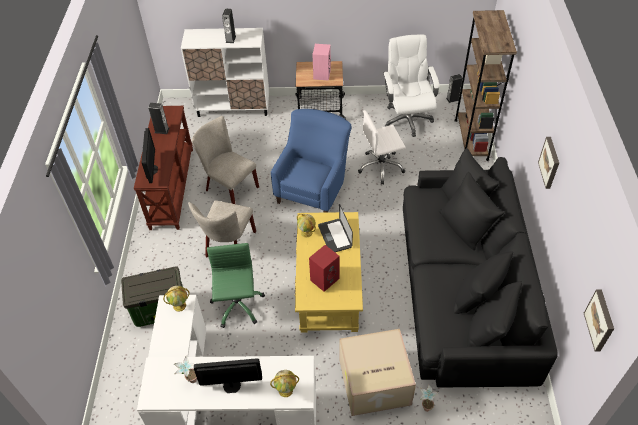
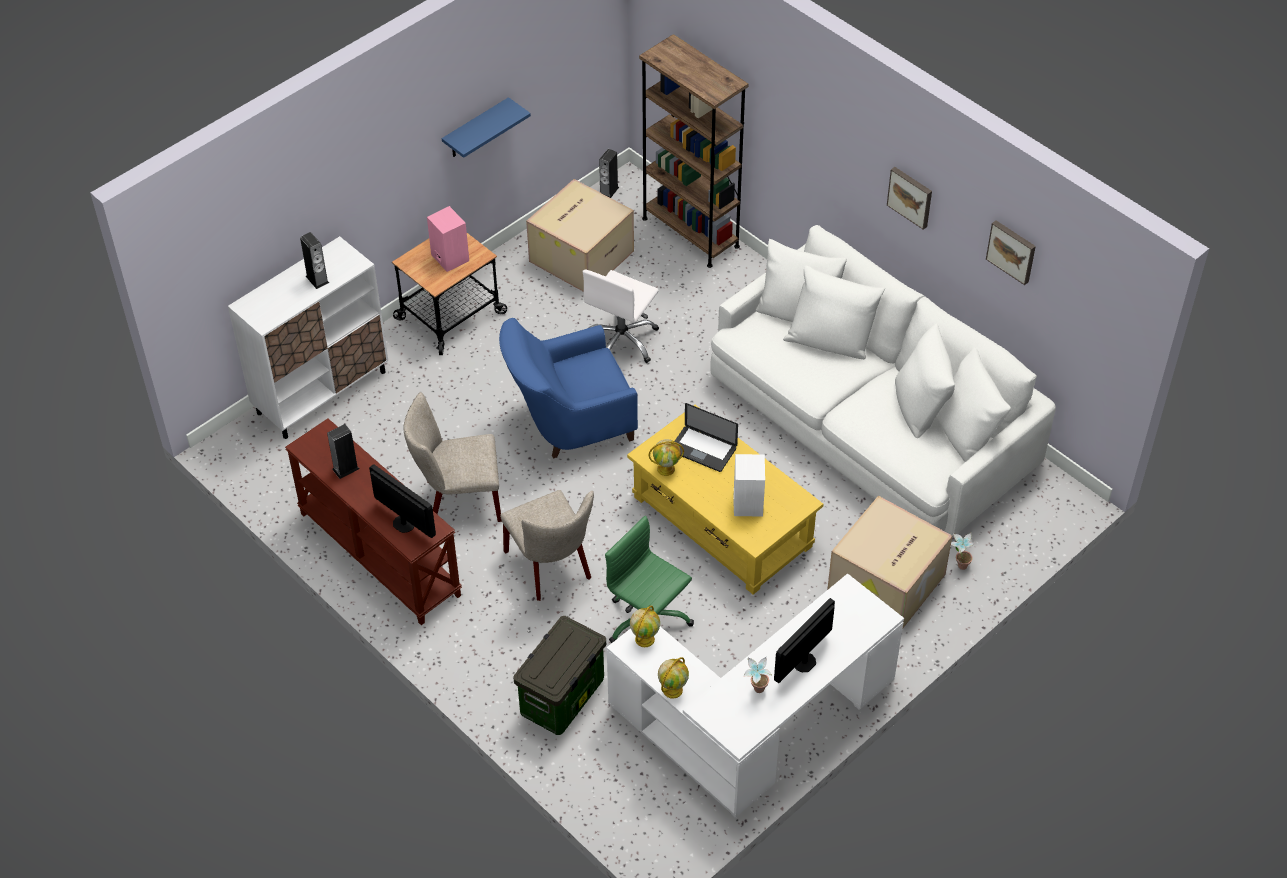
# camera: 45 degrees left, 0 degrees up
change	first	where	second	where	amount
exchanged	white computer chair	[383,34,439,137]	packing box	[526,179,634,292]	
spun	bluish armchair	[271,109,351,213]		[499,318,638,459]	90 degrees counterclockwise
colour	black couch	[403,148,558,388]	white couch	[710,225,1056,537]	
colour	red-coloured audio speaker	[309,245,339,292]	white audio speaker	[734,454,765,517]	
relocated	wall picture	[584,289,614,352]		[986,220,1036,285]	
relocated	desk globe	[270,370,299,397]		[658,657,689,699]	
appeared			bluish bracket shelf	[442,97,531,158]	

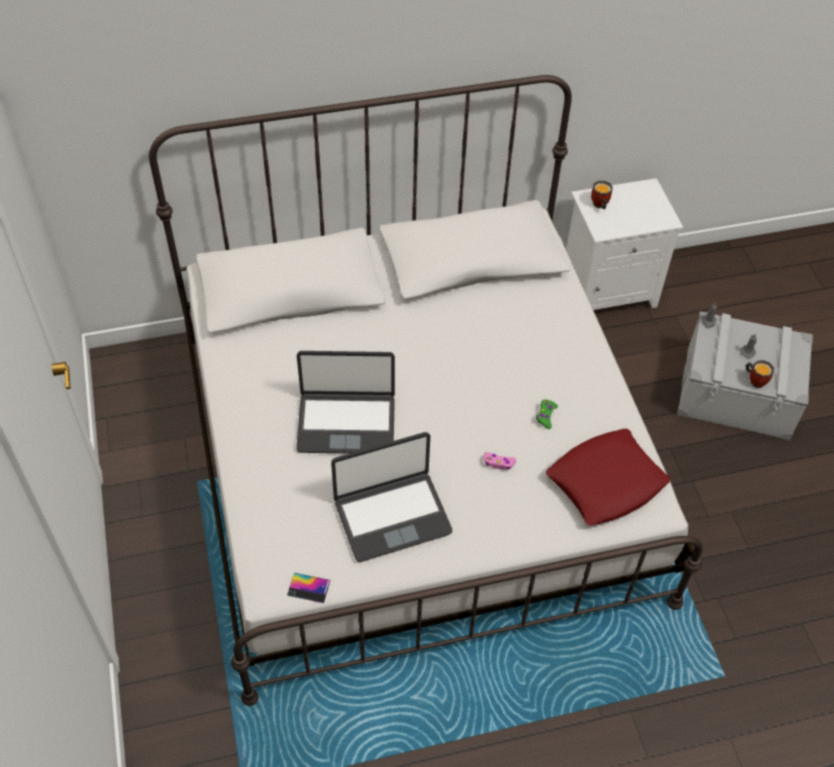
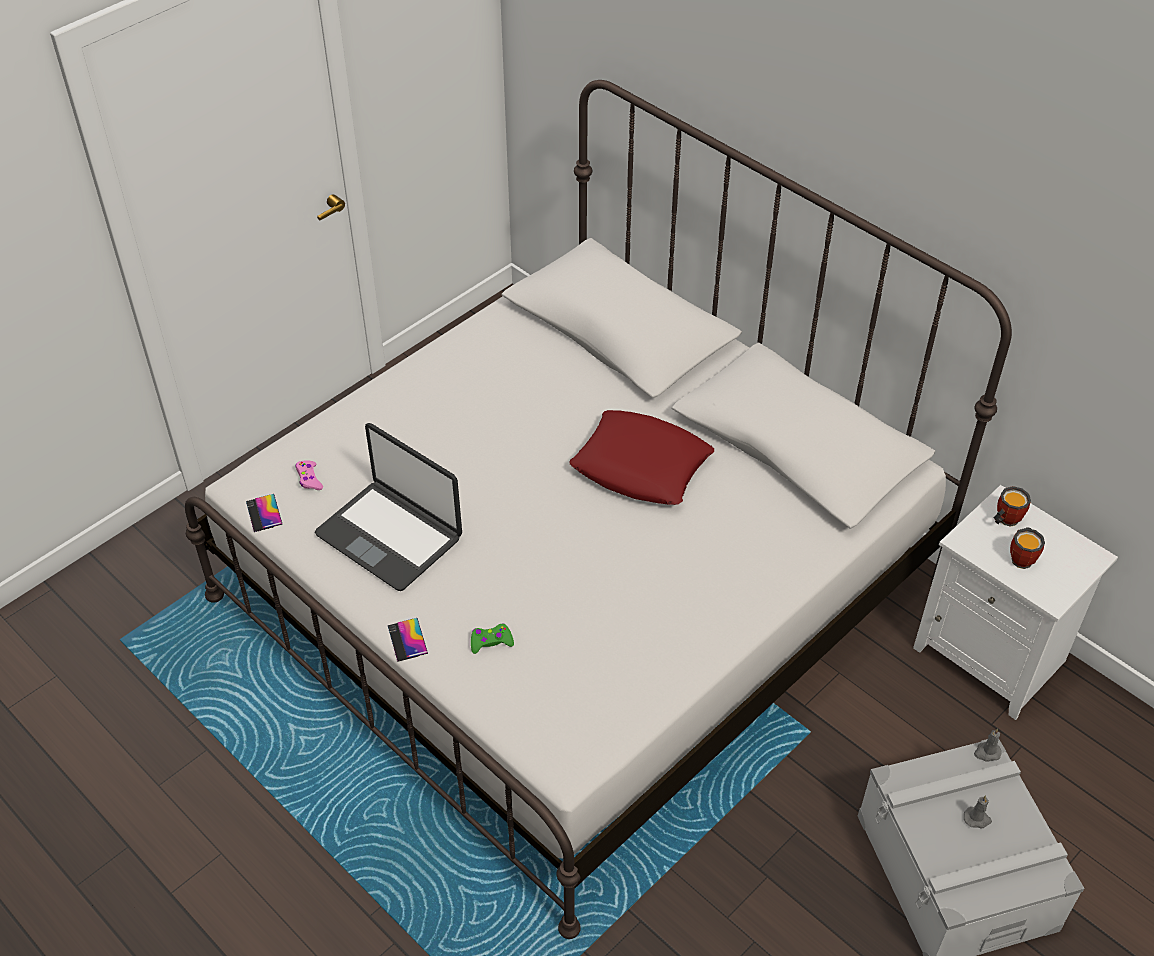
# camera: 60 degrees right, 5 degrees down
change	first	where	second	where	amount
missing	portable computer	[296,351,395,453]			
relocated	mug	[745,360,774,388]		[1010,527,1045,569]	
relocated	green joypad	[536,399,558,429]		[471,624,514,654]	
relocated	red-coloured cushion	[546,429,670,525]		[569,410,714,505]	
relocated	pink-coloured joypad	[484,452,516,470]		[296,460,323,490]	
appeared			phone	[388,618,428,662]	

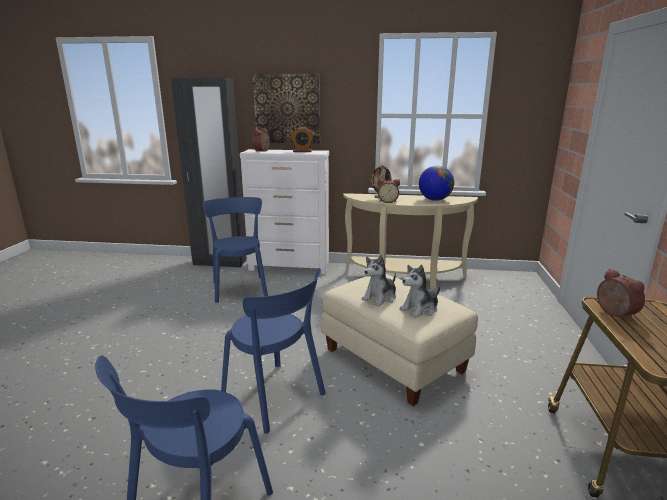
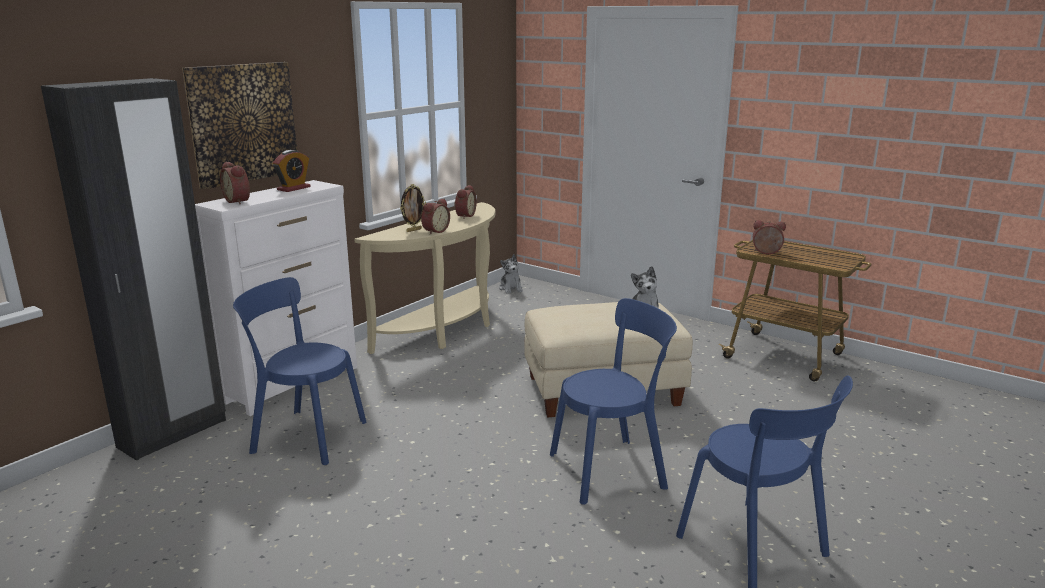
# camera: 60 degrees left, 0 degrees up
change	first	where	second	where	amount
exchanged	desk globe	[419,166,454,201]	alarm clock	[454,185,477,219]	
relocated	soft toy	[362,255,396,306]		[499,254,523,293]	

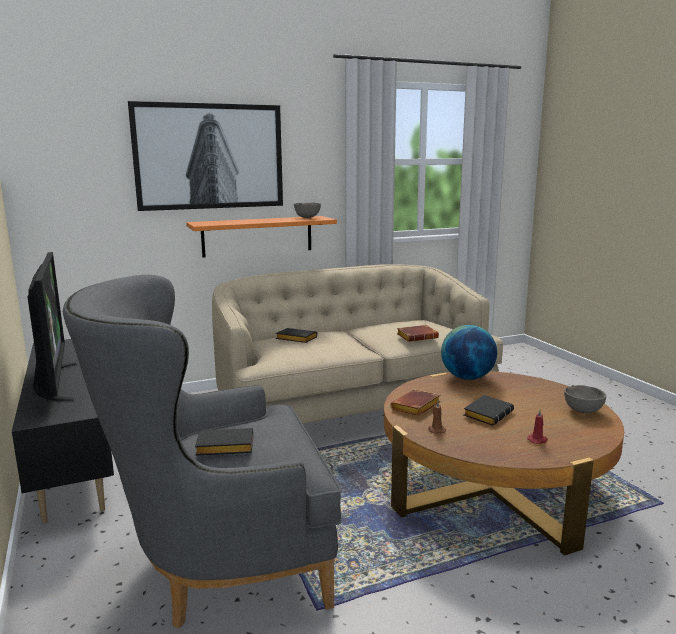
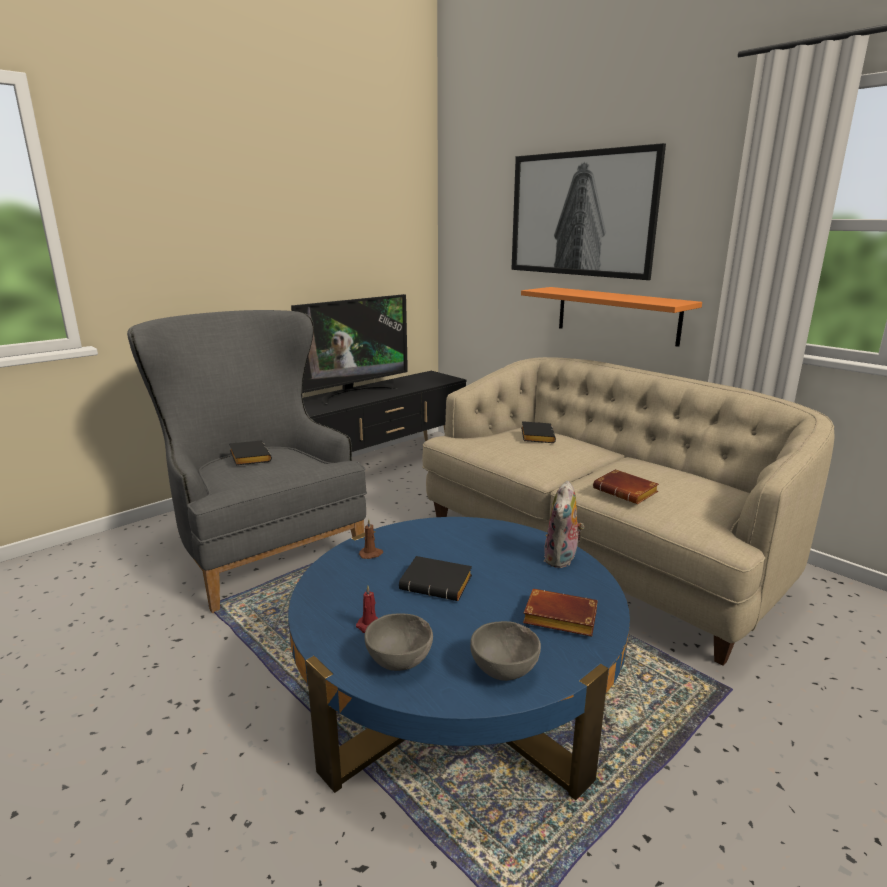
# camera: 70 degrees right, 5 degrees up
change	first	where	second	where	amount
relocated	gray serving bowl	[294,203,321,218]		[364,613,433,671]	
exchanged	desk globe	[441,325,497,380]	soft toy	[544,481,584,568]	
colour	brown low table	[384,371,624,556]	bluish low table	[288,517,630,800]	
relocated	brown volume	[391,390,440,416]		[523,589,598,637]	

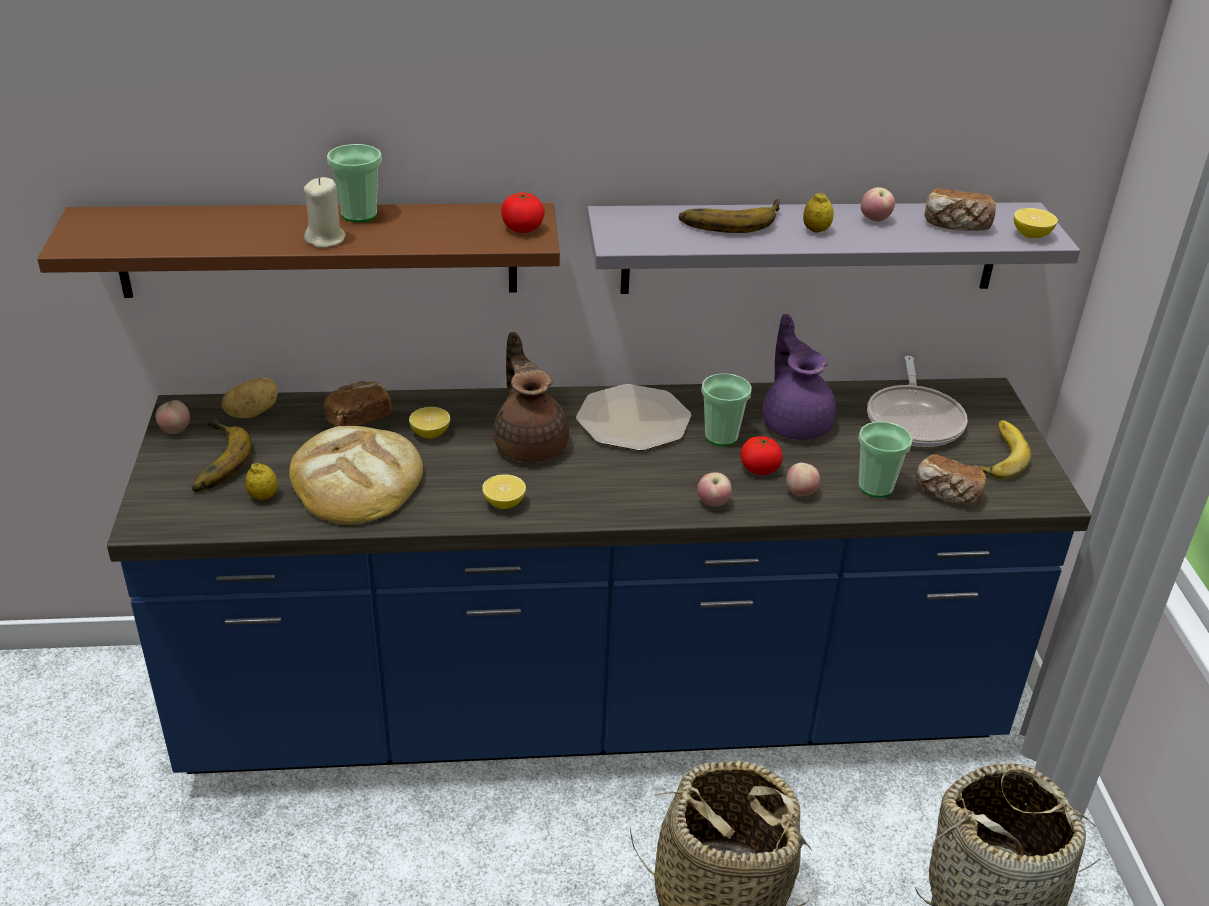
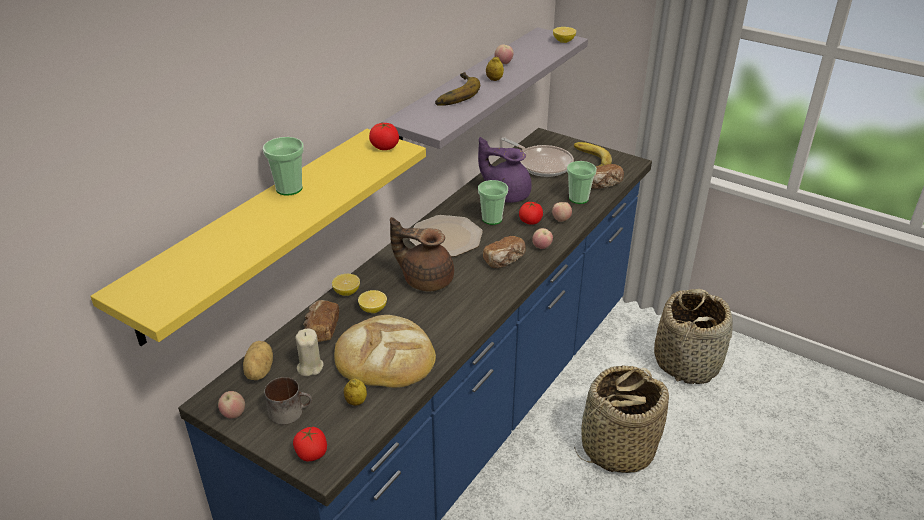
# camera: 50 degrees left, 0 degrees up
change	first	where	second	where	amount
relocated	beige-coloured candle	[304,177,346,248]		[295,329,324,376]	
relocated	baked bread	[925,188,996,231]		[483,236,526,268]	
colour	brown bracket shelf	[37,203,560,298]	yellowish bracket shelf	[90,129,426,346]	
exchanged	banana fruit	[192,419,252,492]	mug	[264,377,312,425]	
relocated	citrus fruit	[482,474,526,509]		[332,274,360,296]	
appeared			whole tomato	[293,427,327,461]	

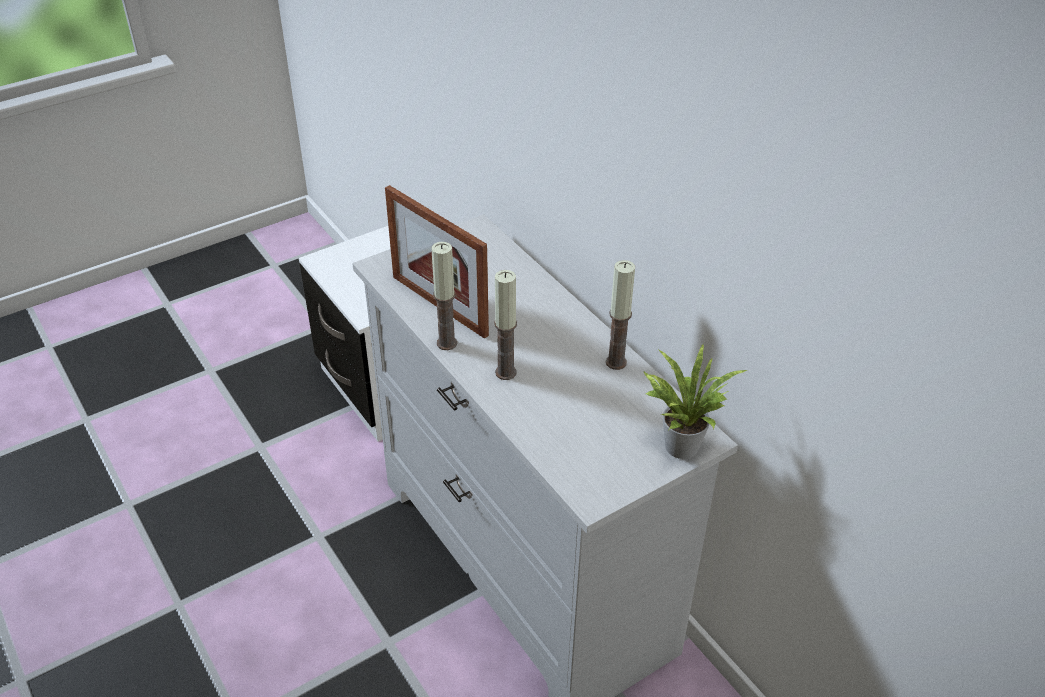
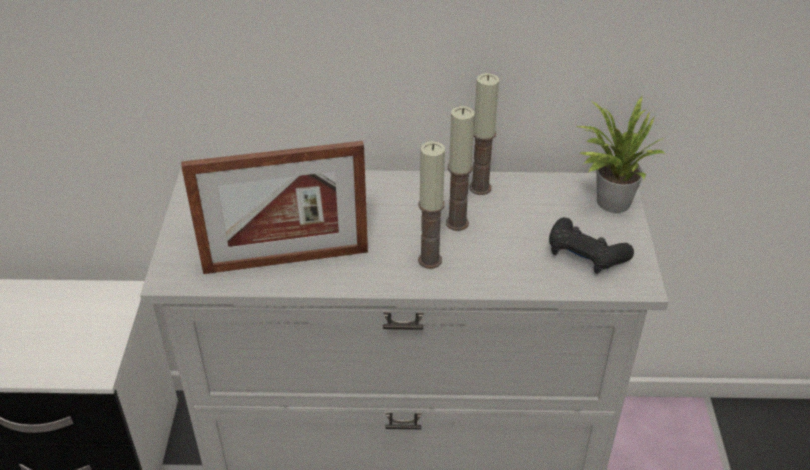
# camera: 55 degrees left, 0 degrees up
change	first	where	second	where	amount
relocated	candle	[431,242,457,350]		[446,106,475,231]	
appeared			black joypad	[549,217,634,274]	

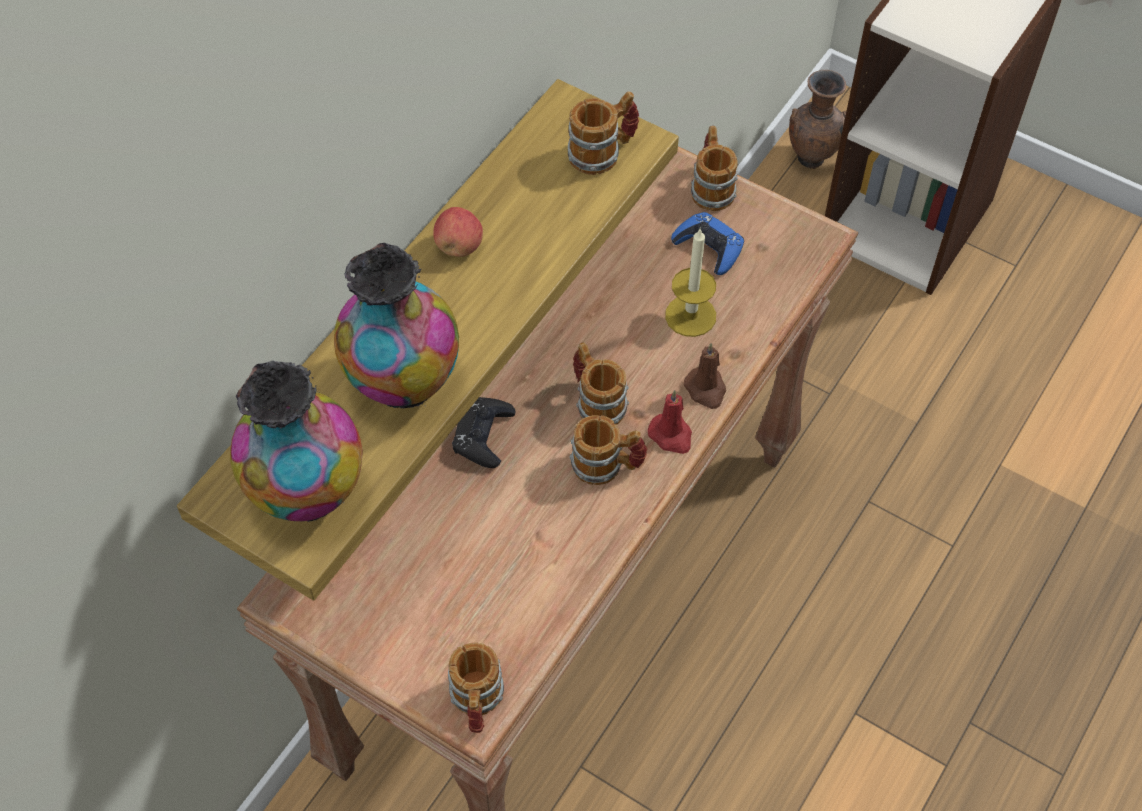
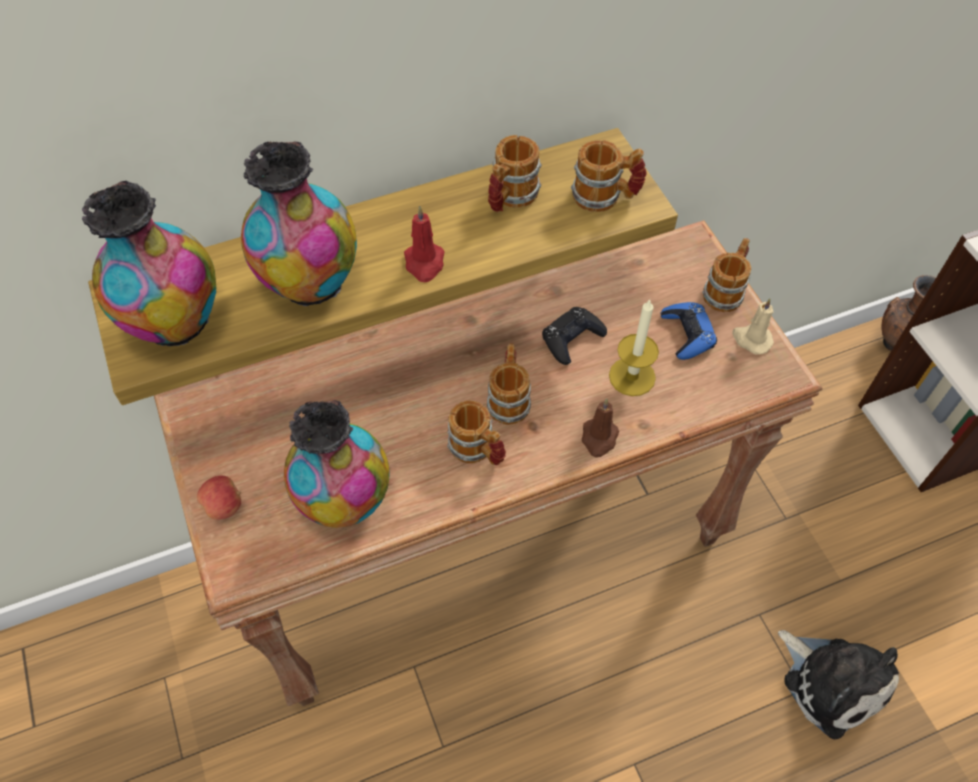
# camera: 35 degrees right, 0 degrees up
change	first	where	second	where	amount
relocated	apple fruit	[433,207,483,257]		[197,476,241,520]	
relocated	red-coloured candle	[648,390,692,454]		[404,206,445,282]	
relocated	black joypad	[452,397,516,468]		[542,307,607,365]	
relocated	mug	[448,642,504,733]		[488,135,542,213]	
appeared			beige-coloured candle	[732,298,774,355]	
appeared			flower vase	[284,400,390,528]	
appeared			soft toy	[778,630,899,739]	

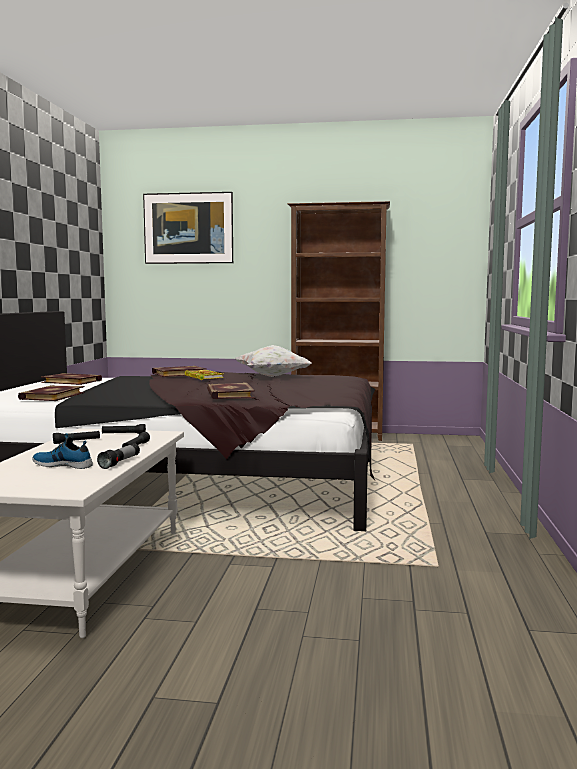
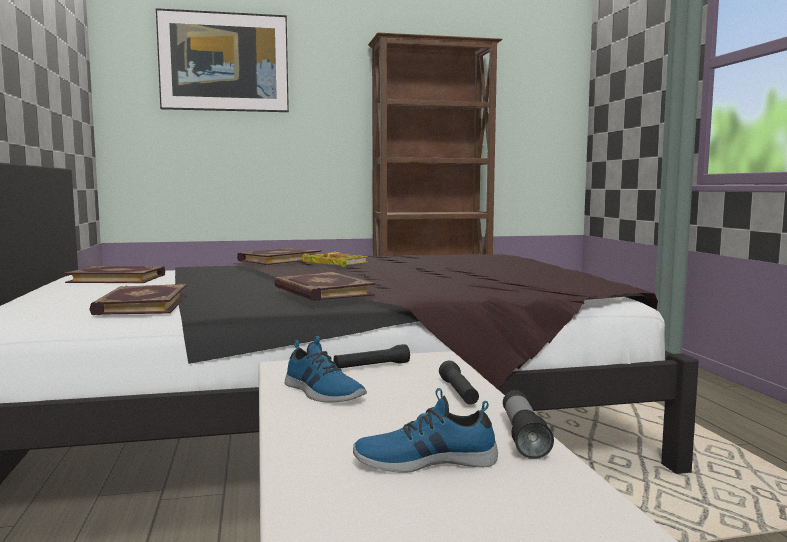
# camera: 20 degrees left, 0 degrees up
change	first	where	second	where	amount
missing	white cushion	[235,345,312,377]			
relocated	volume	[207,383,255,399]		[274,272,375,301]	
exchanged	black flashlight	[53,431,100,444]	item of footwear	[285,336,367,403]	

